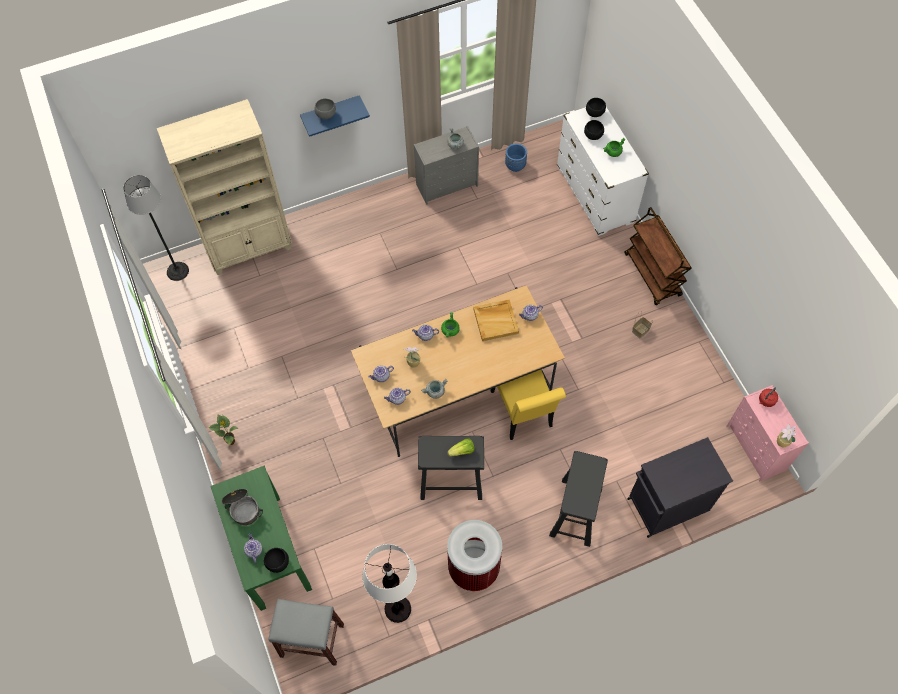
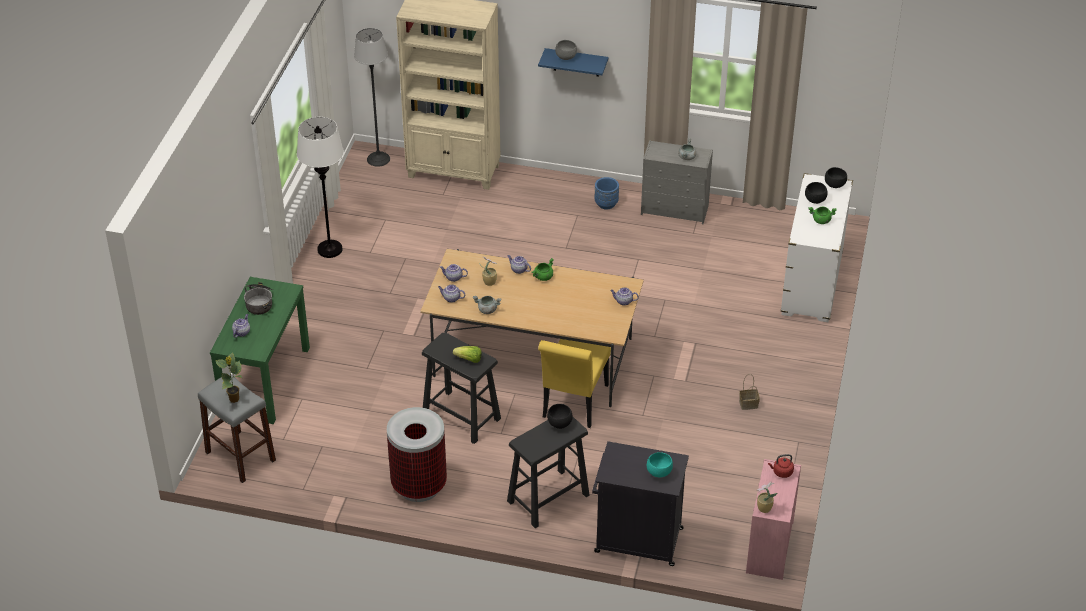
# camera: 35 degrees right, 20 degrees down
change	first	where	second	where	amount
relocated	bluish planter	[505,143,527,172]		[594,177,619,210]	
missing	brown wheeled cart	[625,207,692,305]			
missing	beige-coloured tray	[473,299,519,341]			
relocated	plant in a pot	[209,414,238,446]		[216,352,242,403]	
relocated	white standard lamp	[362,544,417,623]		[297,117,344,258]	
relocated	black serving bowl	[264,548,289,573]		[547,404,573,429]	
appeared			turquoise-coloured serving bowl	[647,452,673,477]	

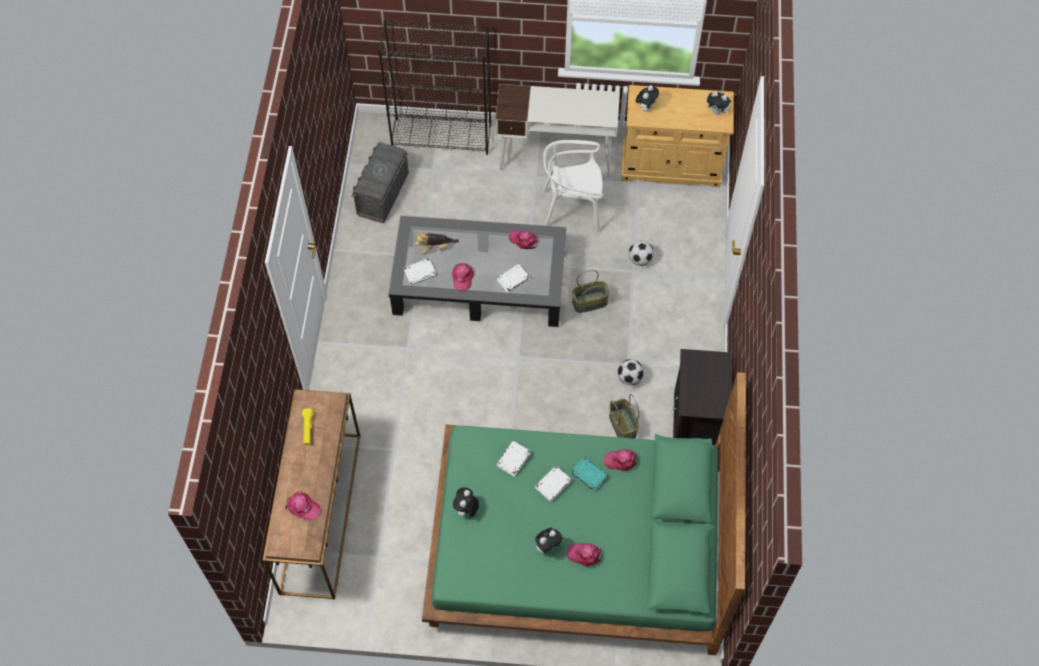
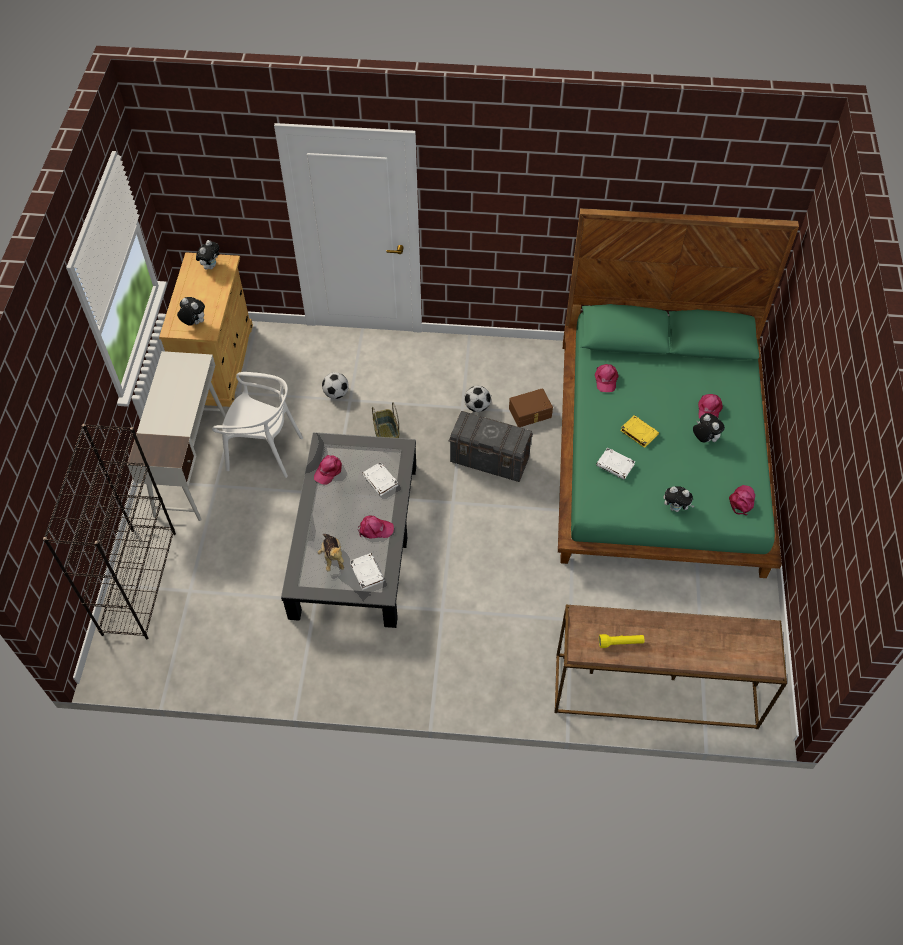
# camera: 90 degrees left, 5 degrees down
change	first	where	second	where	amount
spun	white upright chair	[543,140,603,232]		[212,372,303,478]	75 degrees counterclockwise
relocated	gray storage bin	[352,142,409,223]		[449,411,533,482]	
missing	black bedside table	[673,349,732,445]			
exchanged	basket	[609,394,639,439]	brown storage bin	[509,388,553,427]	
missing	turquoise-coloured volume	[570,457,608,492]			
colour	white volume	[535,466,572,502]	yellowish volume	[620,415,659,448]	
relocated	pink-coloured baseball cap	[285,492,321,521]		[729,485,755,515]	

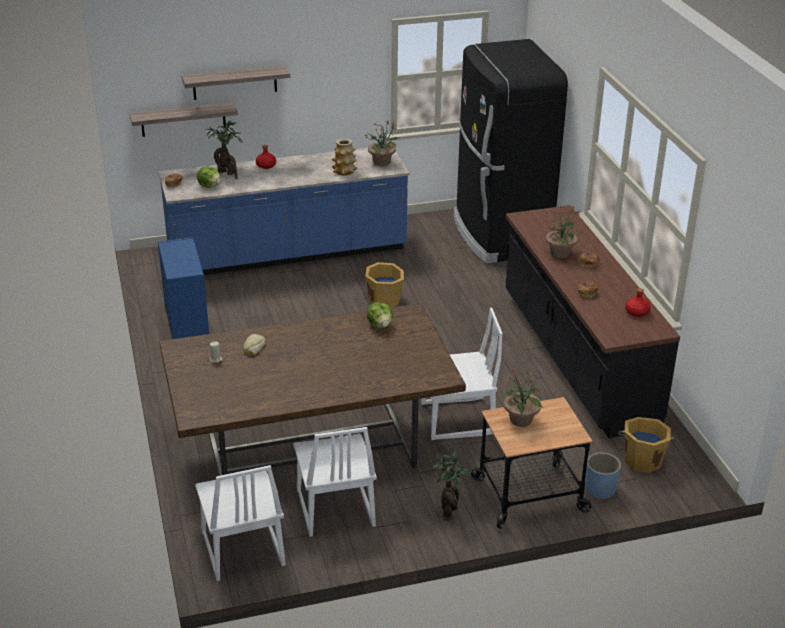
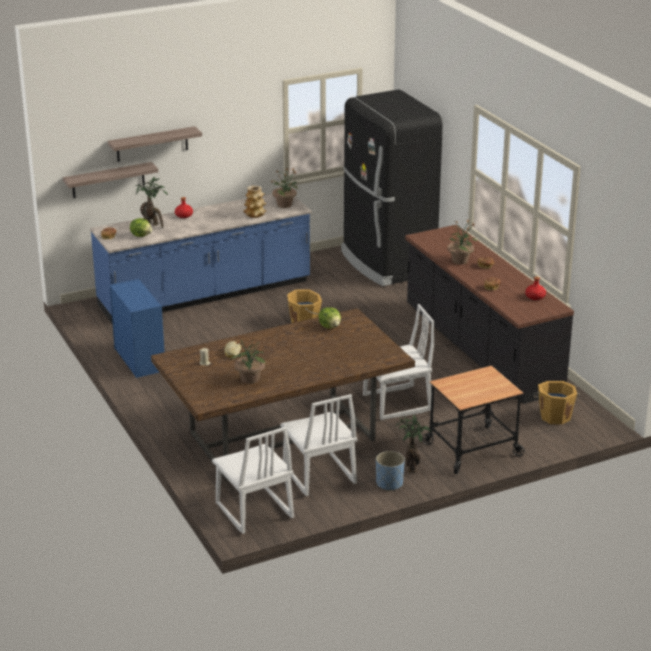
# camera: 10 degrees left, 5 degrees down
change	first	where	second	where	amount
relocated	plant in a pot	[500,369,543,427]		[230,335,266,384]	
relocated	bluish planter	[585,452,621,499]		[376,451,405,491]	

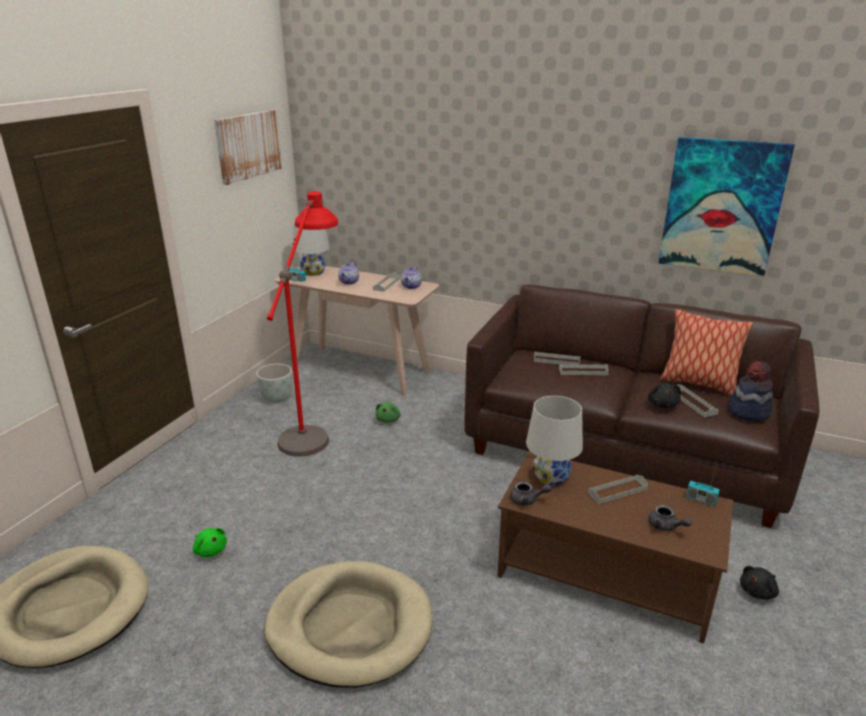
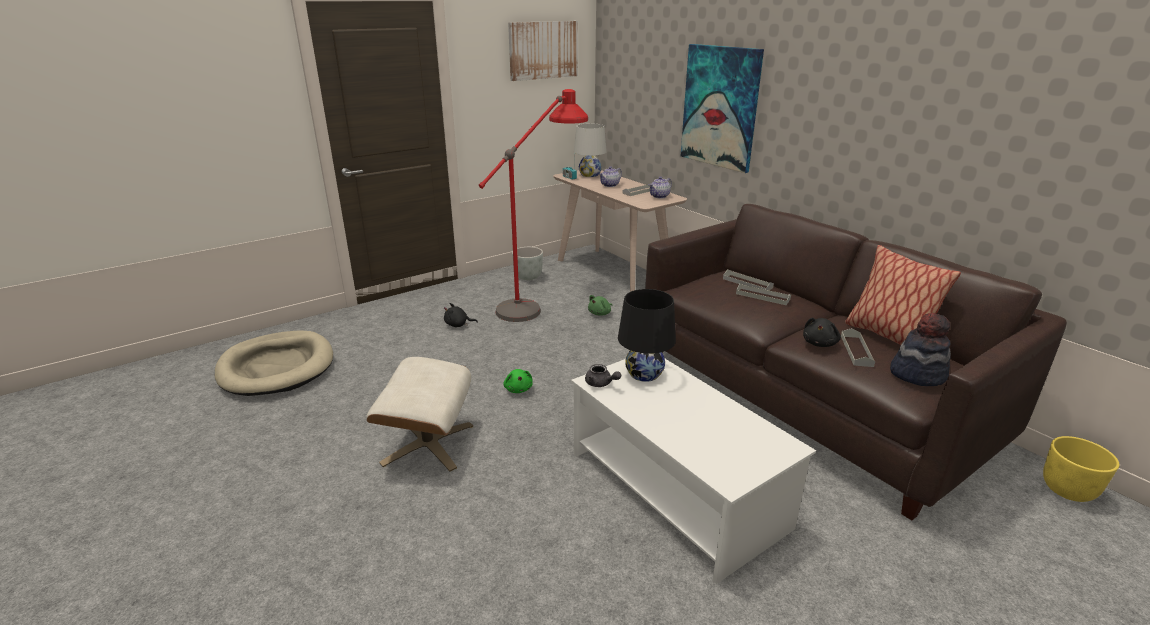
# camera: 30 degrees right, 0 degrees up
change	first	where	second	where	amount
relocated	wall picture	[659,137,795,277]		[681,44,764,173]	
colour	white tabletop lamp	[526,396,583,486]	black tabletop lamp	[618,289,676,382]	
colour	brown low table	[497,451,733,643]	white low table	[571,358,816,584]	
missing	radio set	[686,465,720,506]			
missing	gray tray	[588,475,648,504]			
missing	gray tea pot	[648,505,692,531]			
relocated	green soft toy	[193,528,227,558]		[503,369,533,393]	
exchanged	beige-coloured dog cushion	[264,561,432,688]	beige-coloured ottoman	[366,357,473,472]	
relocated	black soft toy	[740,566,779,600]		[444,303,478,327]	
appeared			yellowish planter	[1043,436,1120,502]	

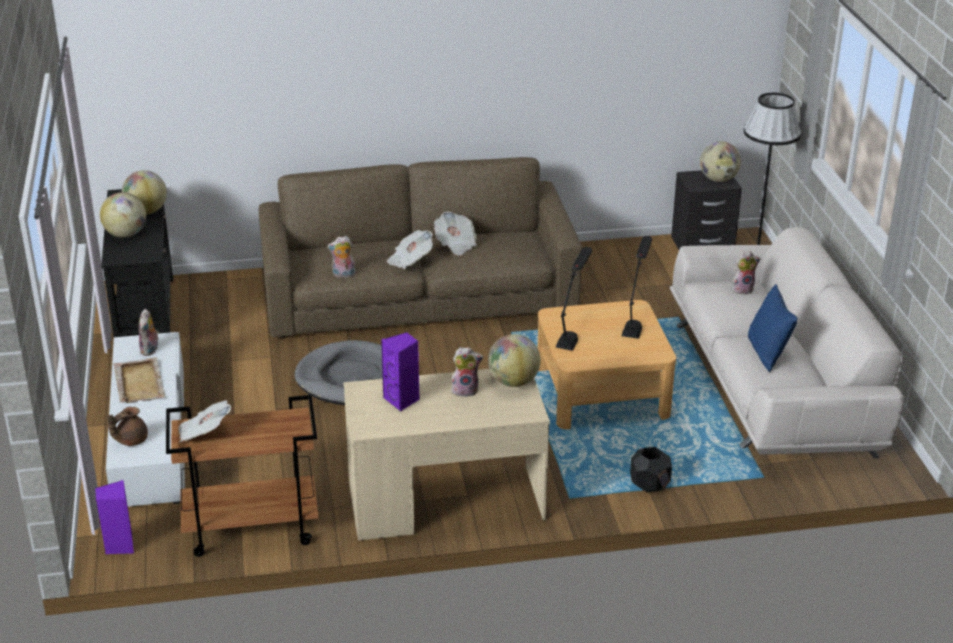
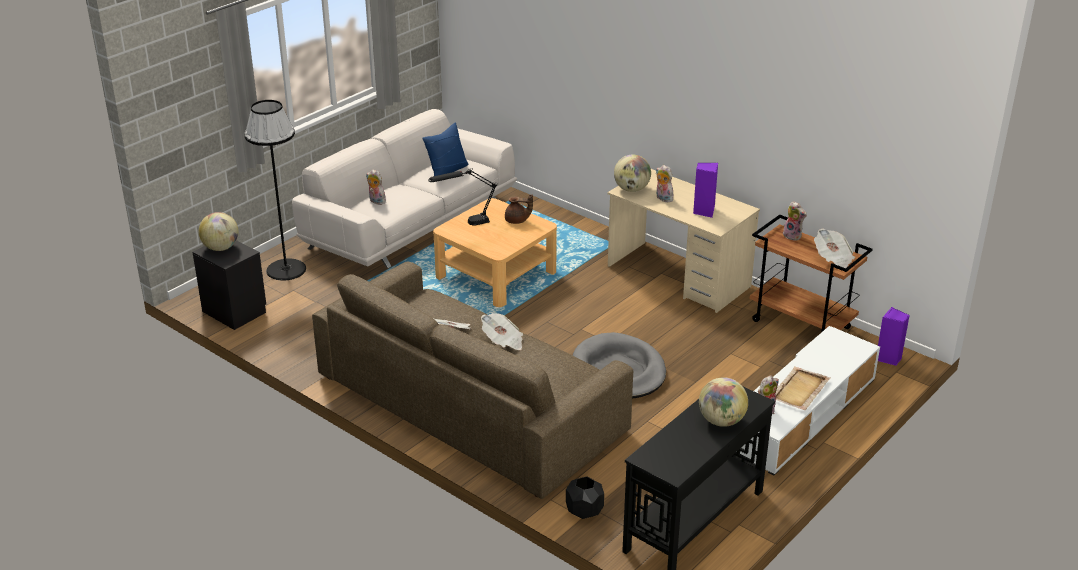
# camera: 130 degrees left, 0 degrees up
change	first	where	second	where	amount
missing	desk globe	[122,170,167,214]			
relocated	soft toy	[327,236,356,279]		[782,201,807,241]	
missing	black tabletop lamp	[556,247,592,351]			
relocated	brown tea pot	[107,407,148,446]		[505,194,533,224]	
relocated	black planter	[630,447,672,492]		[566,476,604,519]	

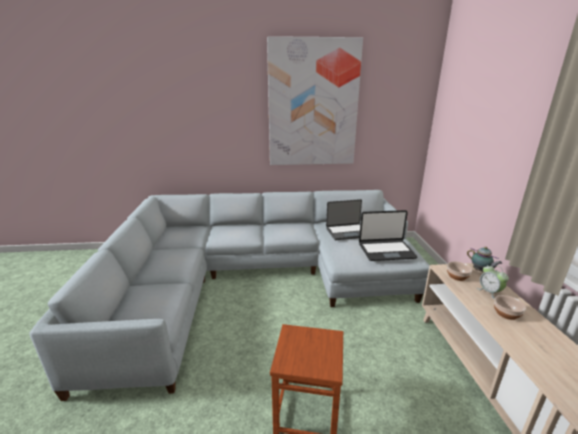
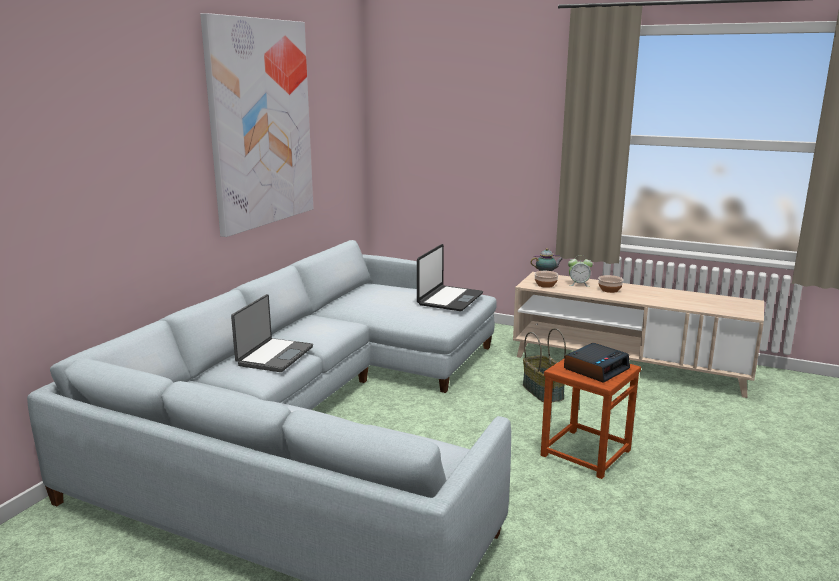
# camera: 60 degrees left, 5 degrees down
change	first	where	second	where	amount
relocated	portable computer	[326,199,362,240]		[231,294,313,372]	
appeared			basket	[523,328,566,402]	
appeared			alarm clock	[564,343,630,383]	

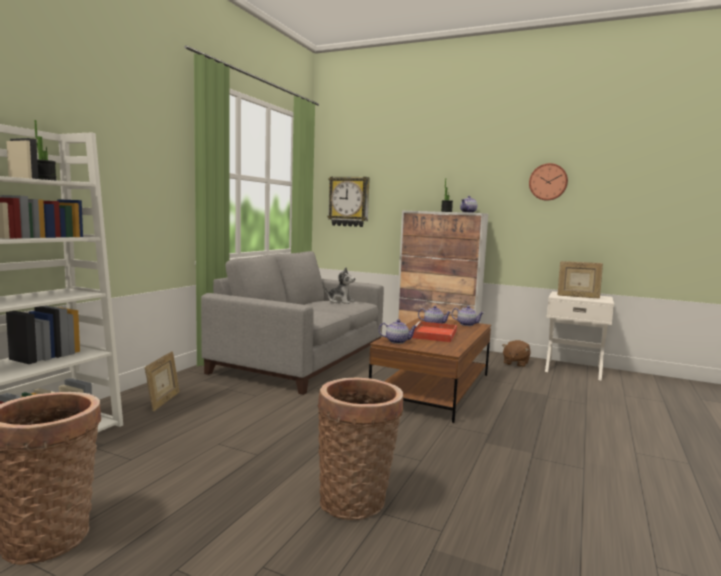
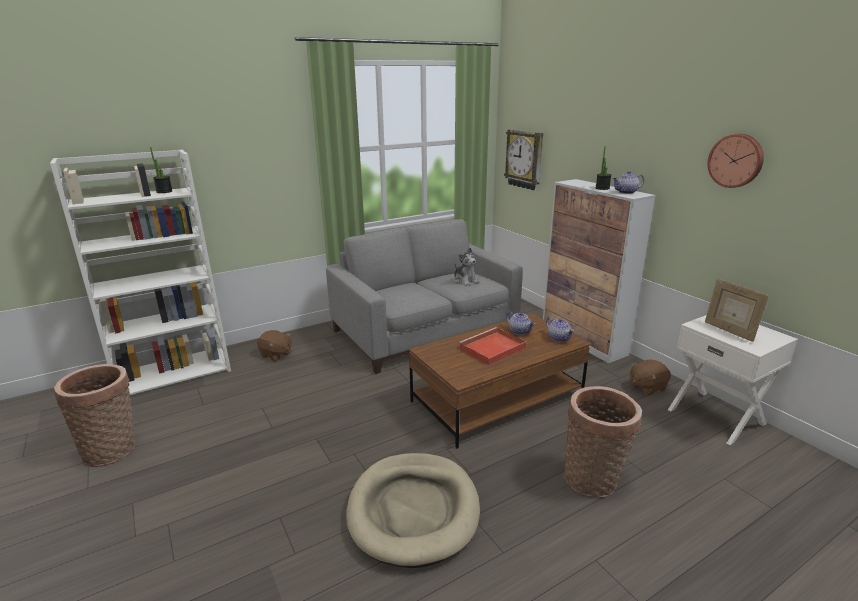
# camera: 35 degrees right, 15 degrees up
change	first	where	second	where	amount
missing	tea pot	[379,319,418,344]			
exchanged	photo frame	[145,351,180,411]	brown soft toy	[257,330,291,361]	
relocated	basket	[317,378,403,520]		[564,386,642,498]	
appeared			beige-coloured dog cushion	[346,453,480,568]	

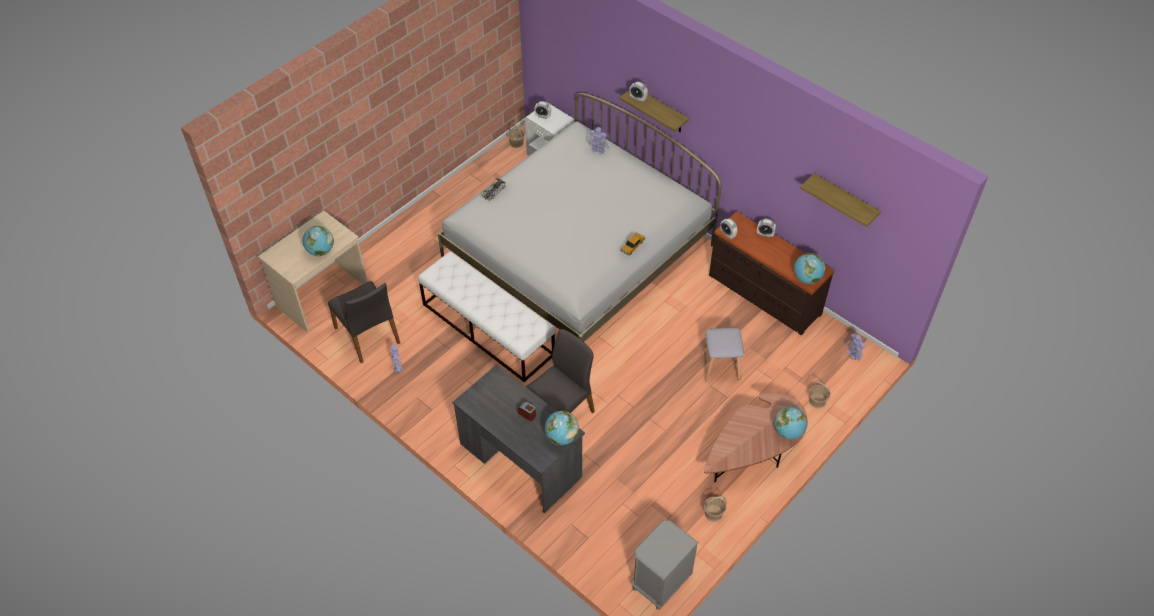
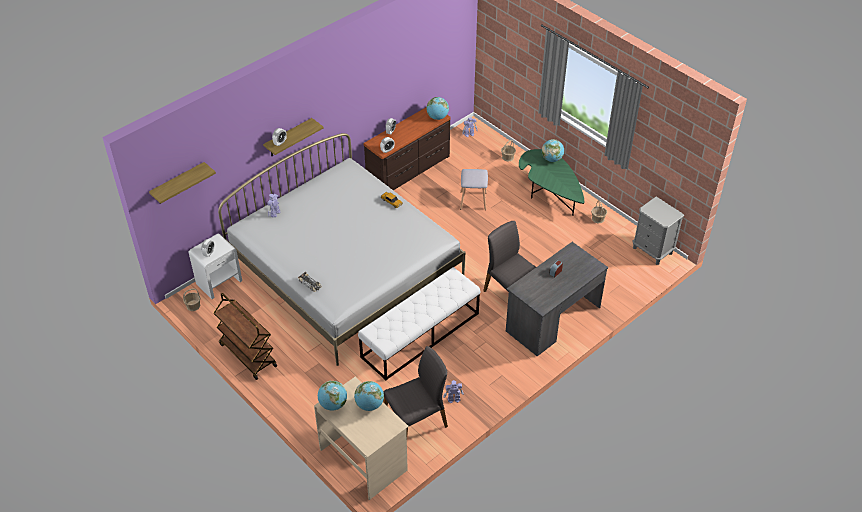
# camera: 85 degrees left, 5 degrees down
change	first	where	second	where	amount
relocated	bracket shelf	[800,173,881,227]		[149,162,216,204]	
colour	brown low table	[704,393,808,483]	green low table	[519,149,584,216]	
relocated	desk globe	[545,411,579,445]		[318,381,347,411]	
appeared			brown wheeled cart	[213,293,277,380]	

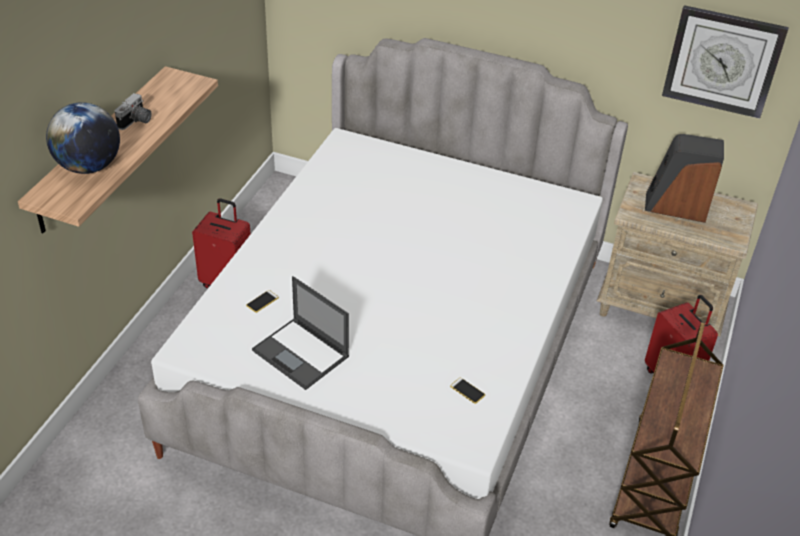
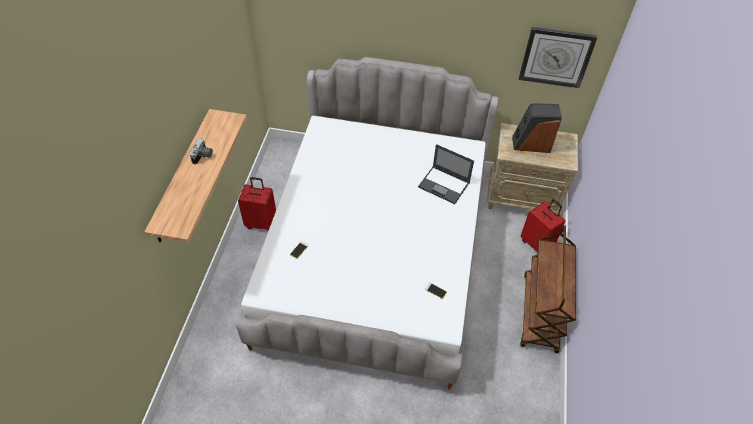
# camera: 10 degrees left, 10 degrees up
change	first	where	second	where	amount
missing	desk globe	[46,102,120,174]			
relocated	portable computer	[252,276,349,390]		[418,144,474,204]	

